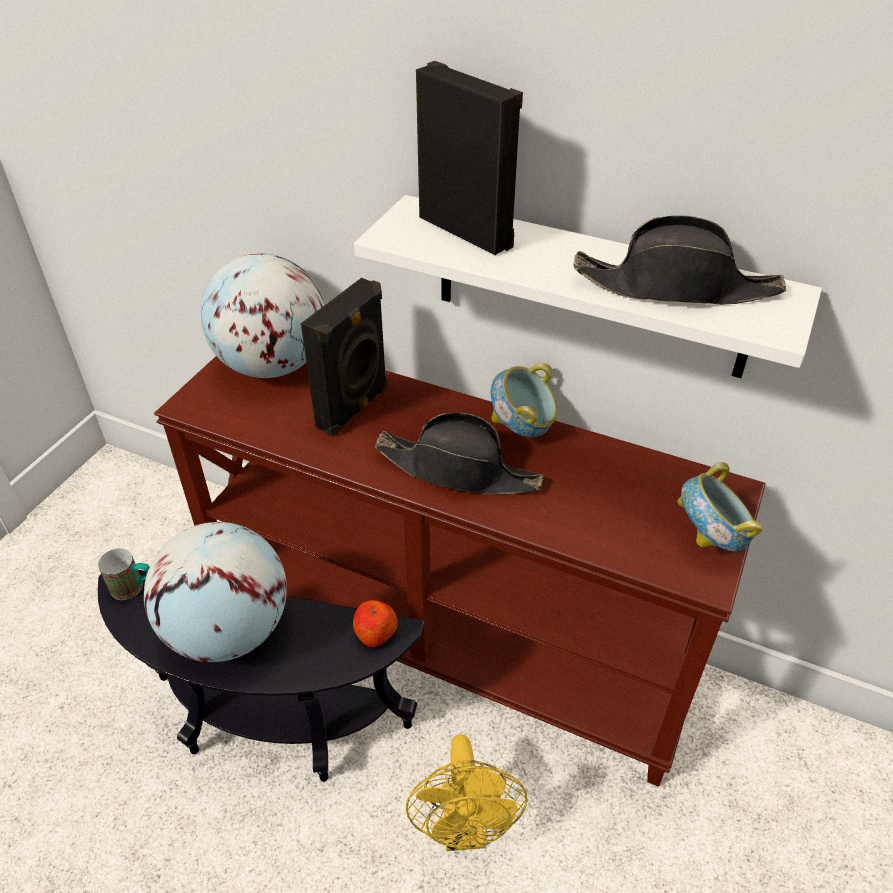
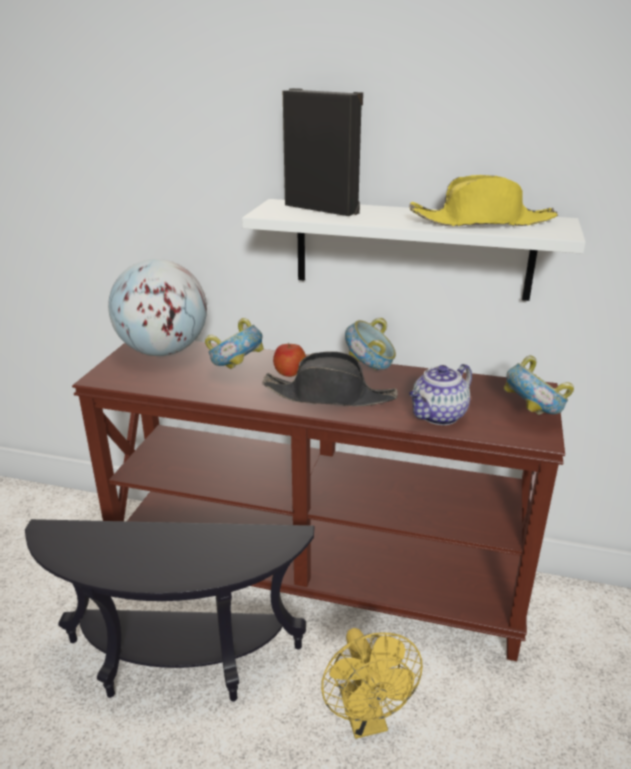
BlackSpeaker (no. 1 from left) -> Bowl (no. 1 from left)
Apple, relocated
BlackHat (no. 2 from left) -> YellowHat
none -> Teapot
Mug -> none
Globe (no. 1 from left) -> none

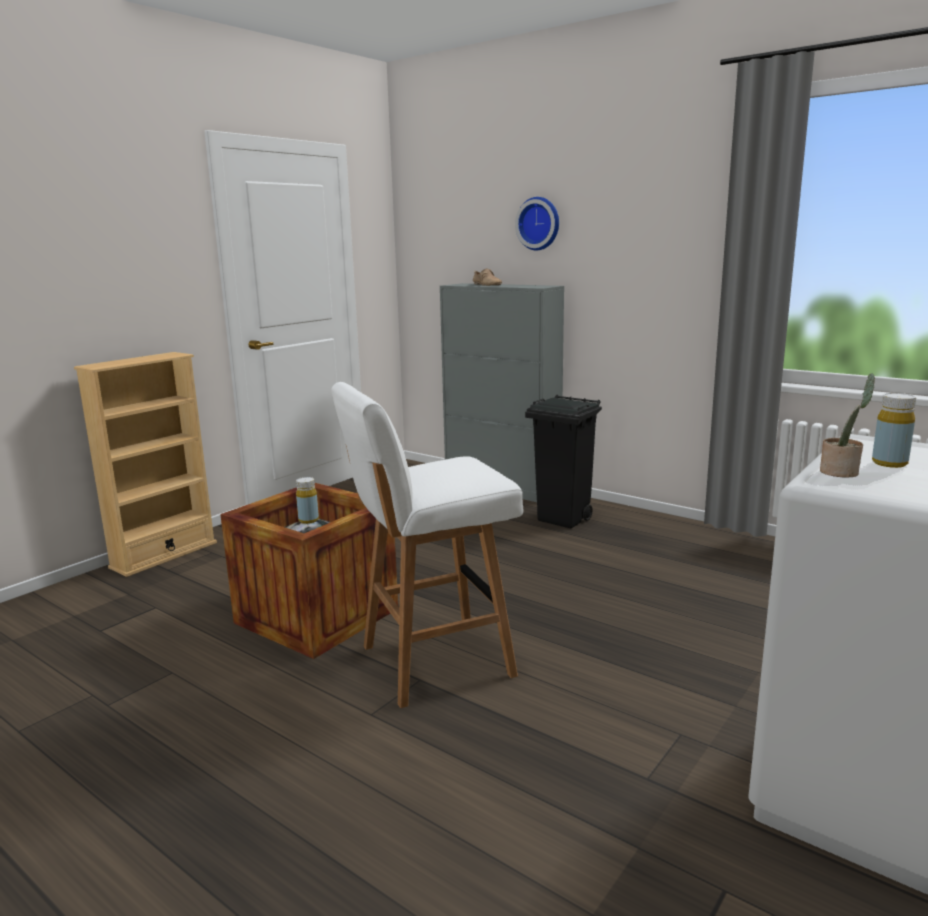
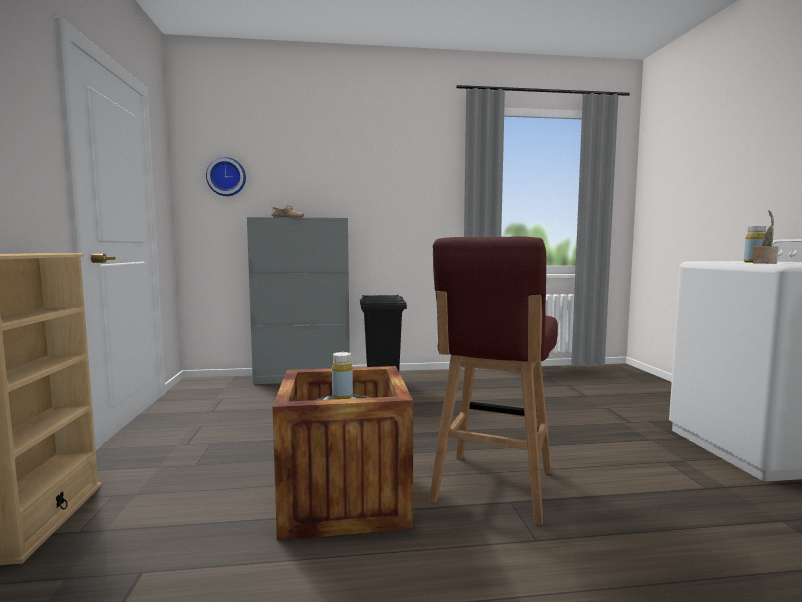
WallClock, relocated
WhiteStool -> RedStool

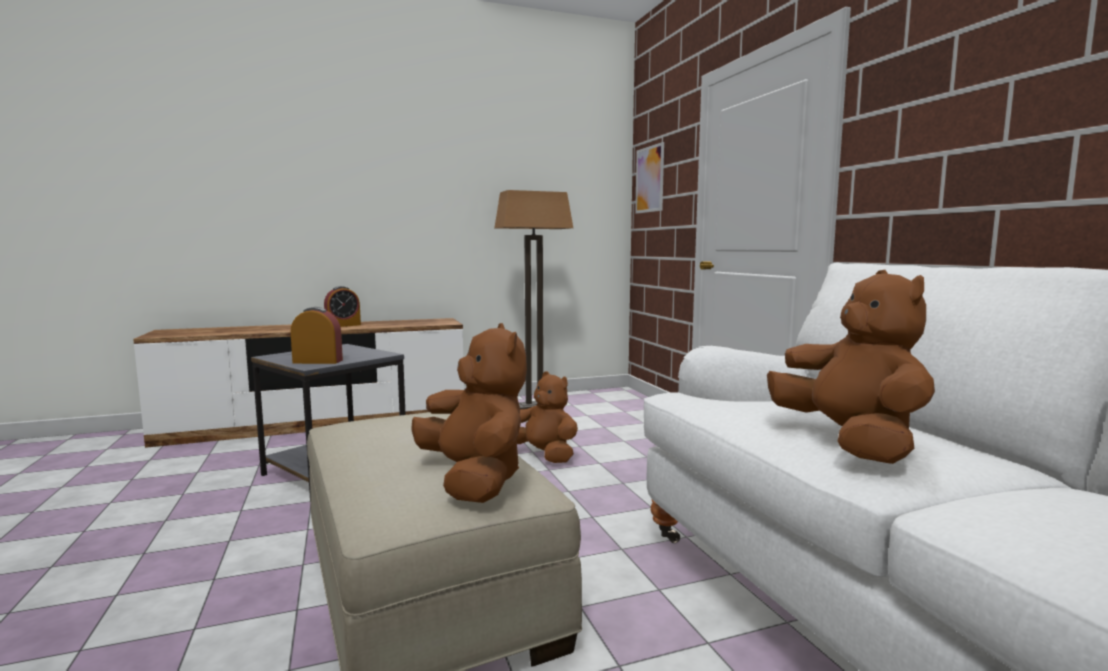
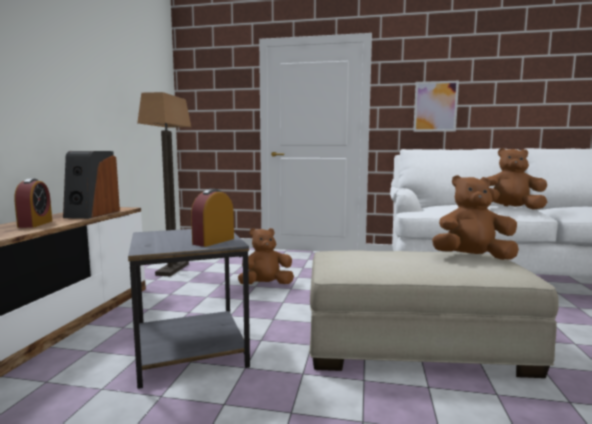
none -> Speaker
Picture, relocated

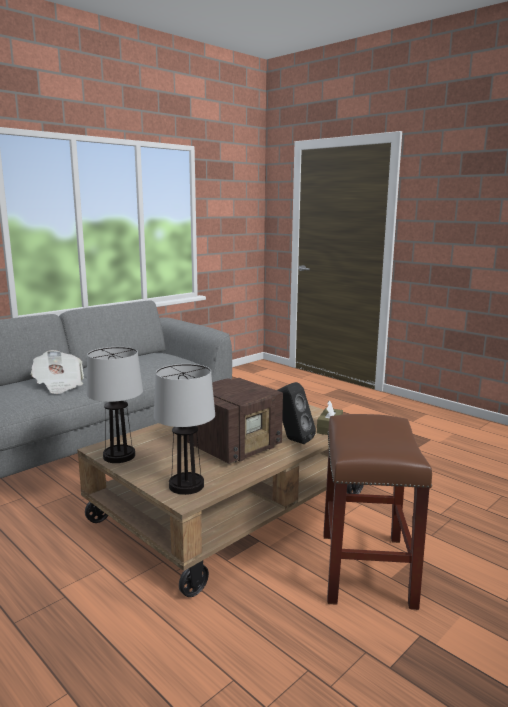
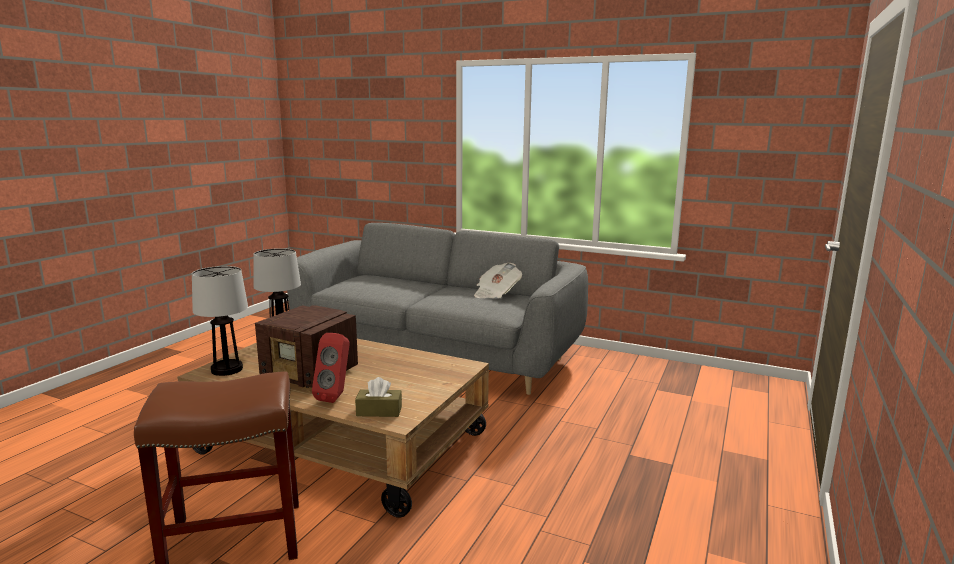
BlackSpeaker -> RedSpeaker
Newspaper, relocated

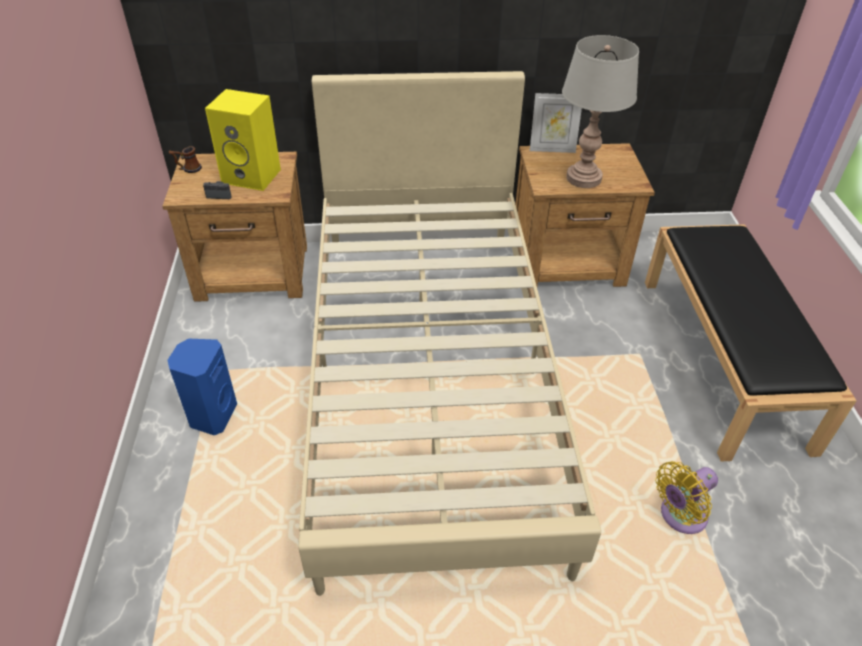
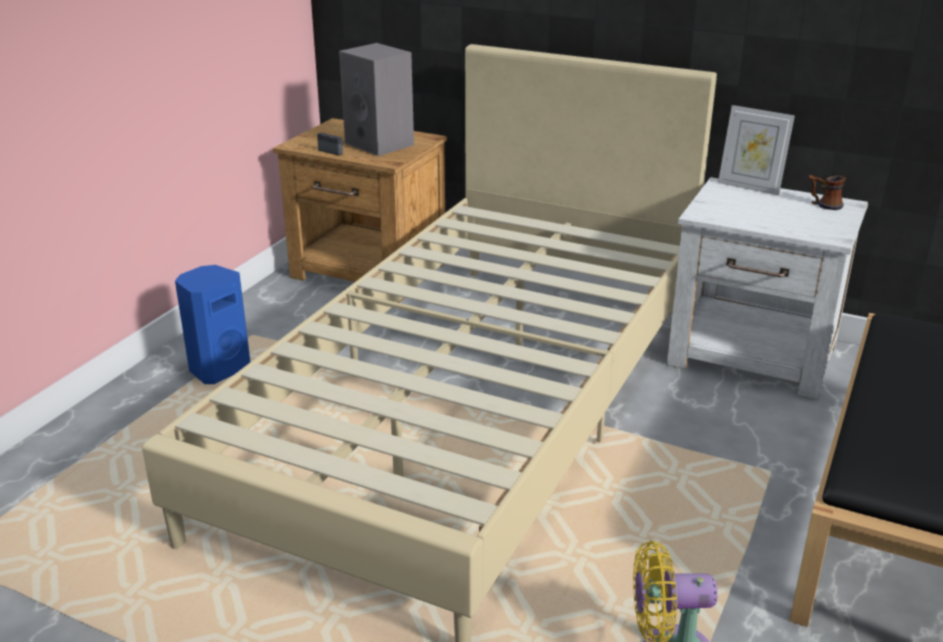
YellowSpeaker -> GreySpeaker
BrownNightstand (no. 2 from left) -> WhiteNightstand
Mug, relocated
GreyTableLamp -> none

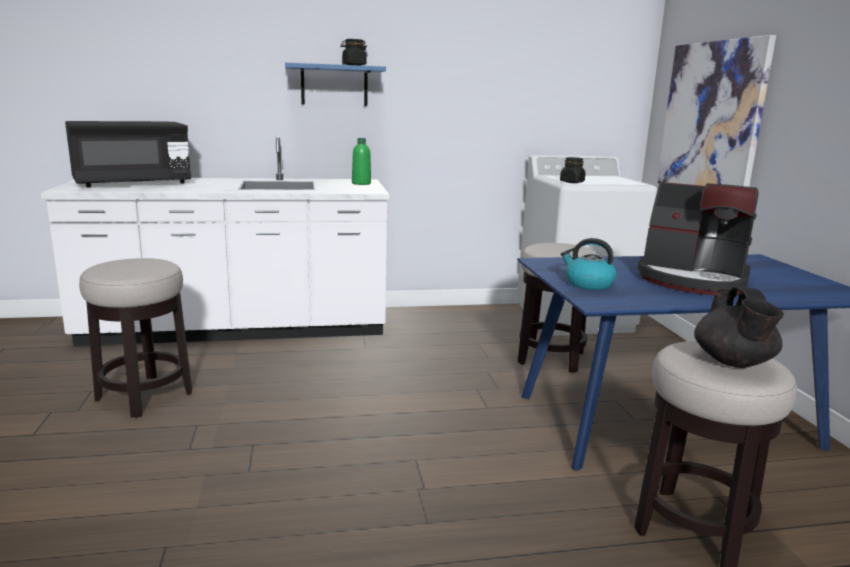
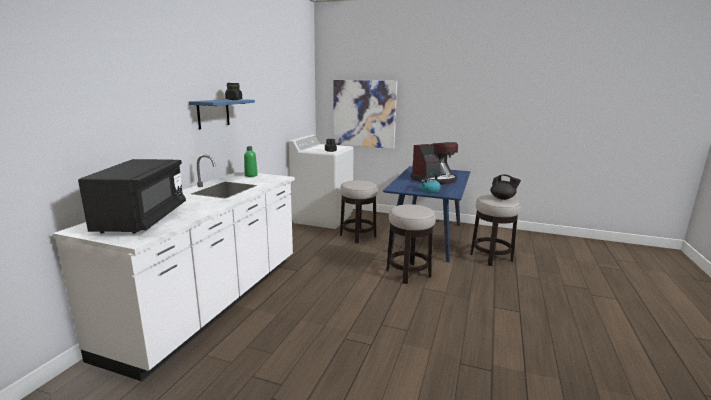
Stool (no. 1 from left in the first image) -> Stool (no. 2 from left), relocated

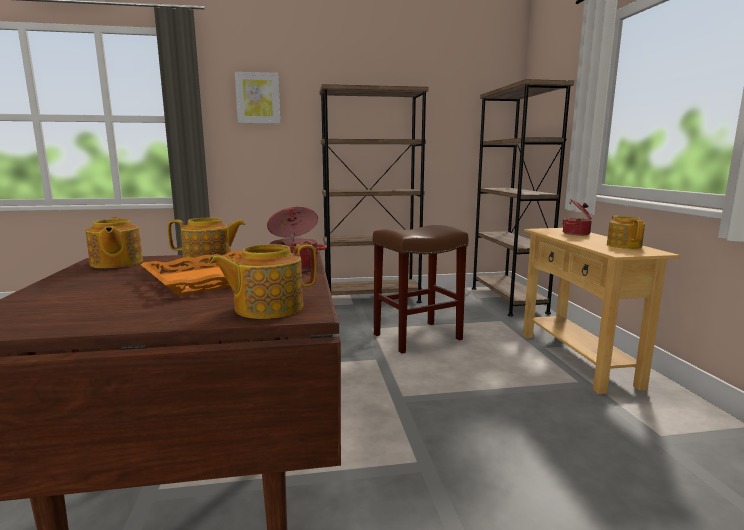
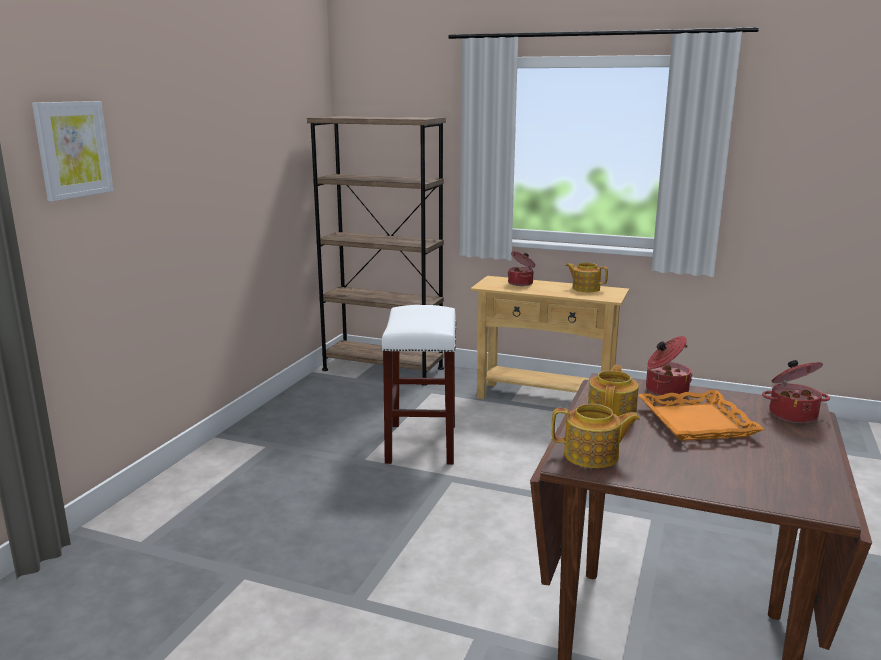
BrownStool -> WhiteStool
Teapot (no. 3 from left) -> CookingPot (no. 3 from left)
BrownBookcase (no. 1 from left) -> none

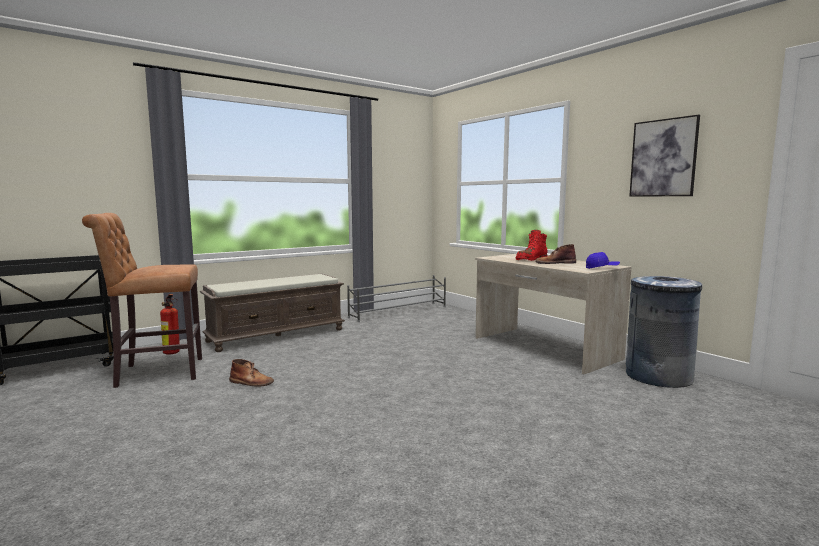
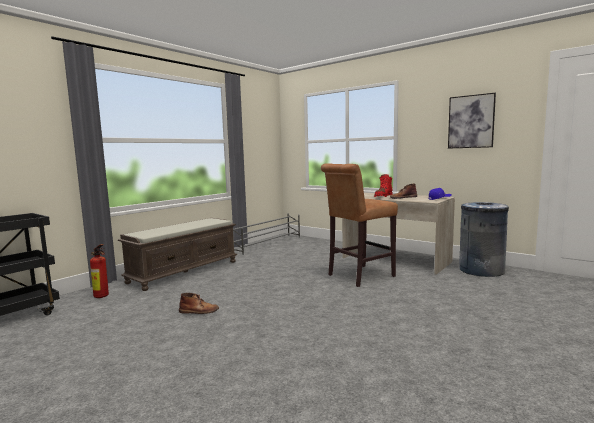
BrownStool, relocated

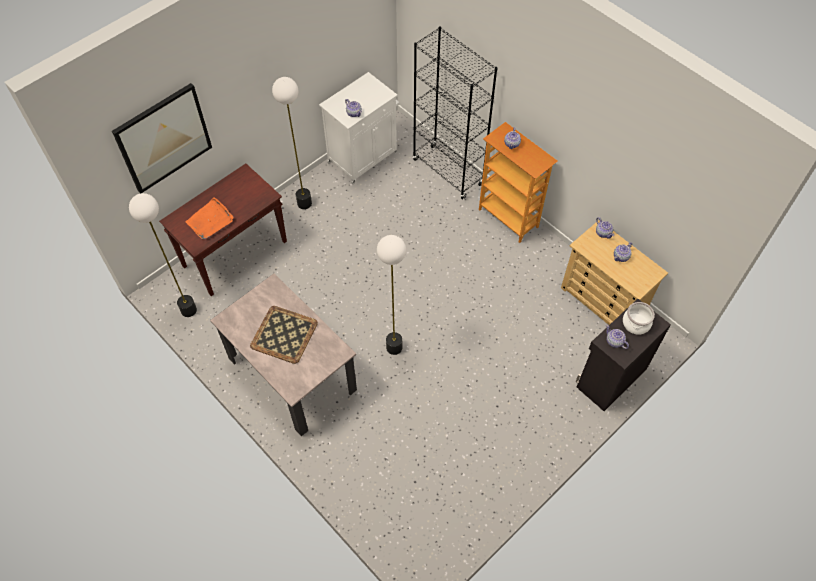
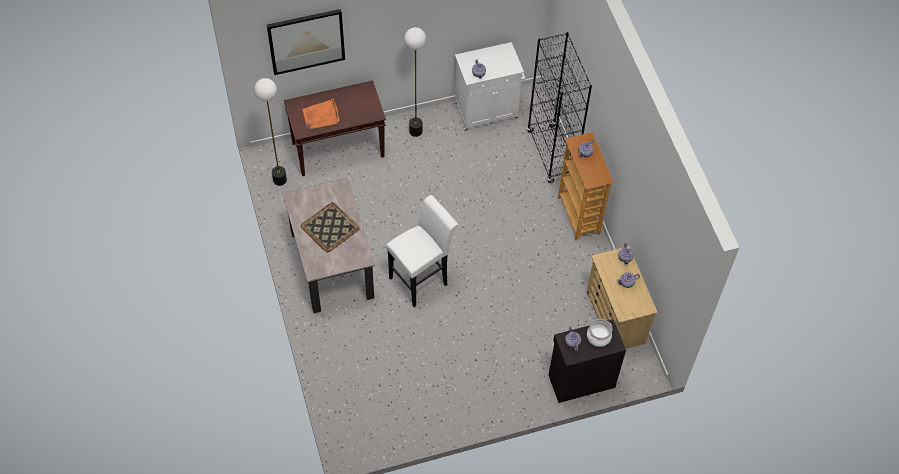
FloorLamp (no. 3 from left) -> WhiteStool

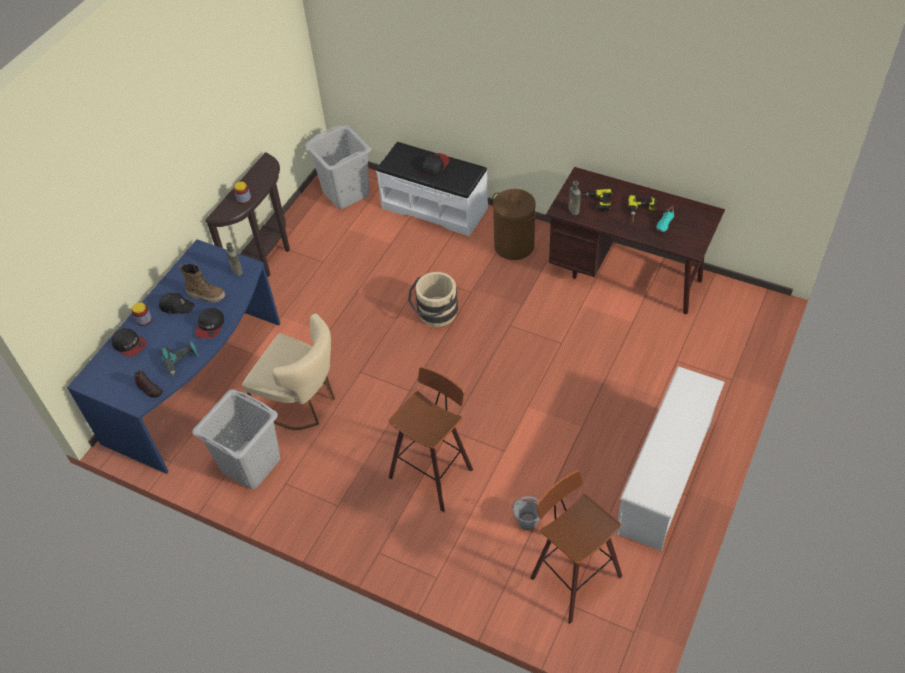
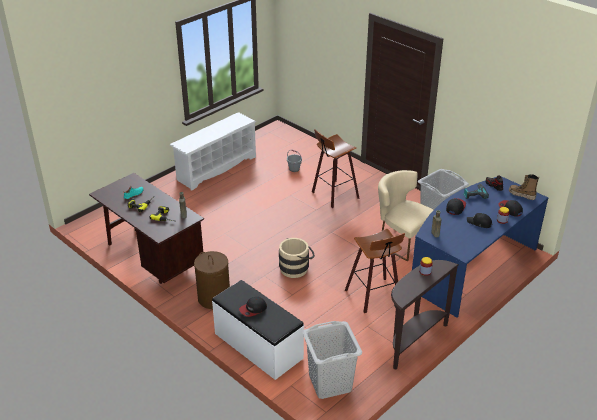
Stool (no. 2 from left), relocated
Boot, relocated

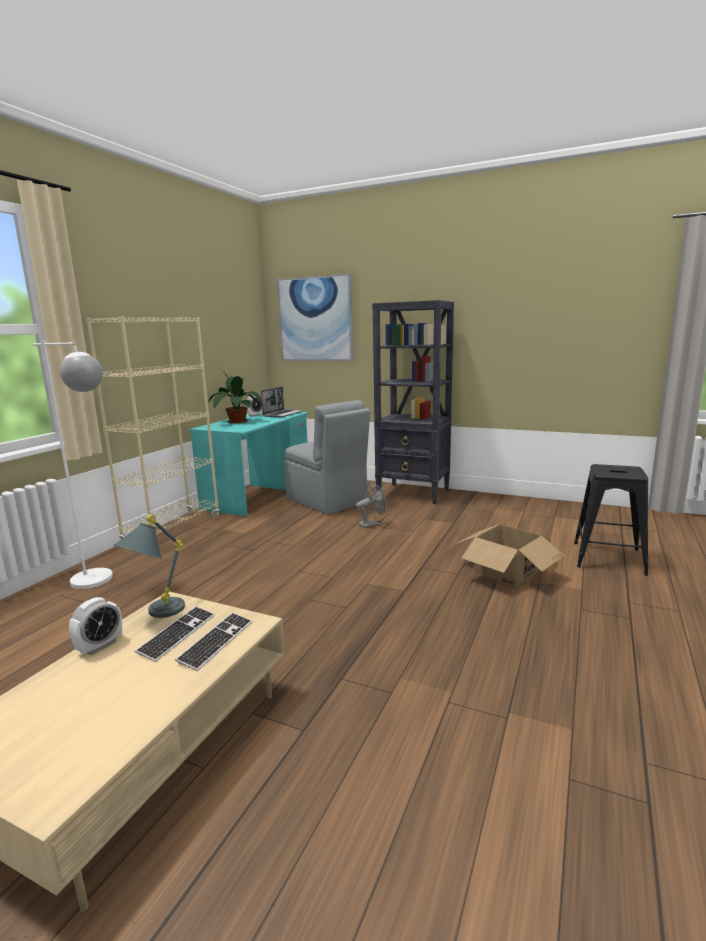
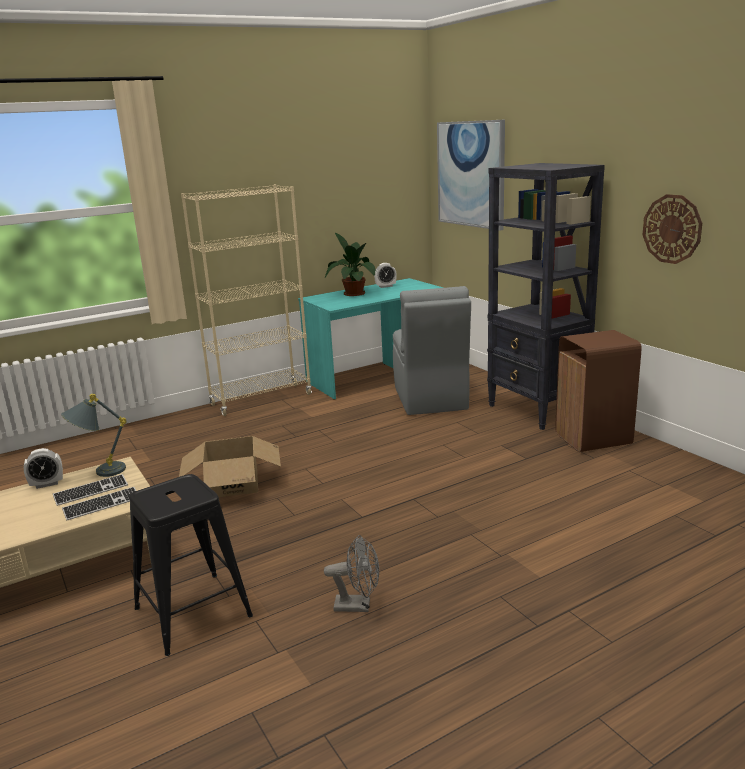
BlackStool, relocated
CardboardBox, relocated
GreyFan, relocated
none -> BrownTrashCan
none -> WallClock
WhiteFloorLamp -> none
Laptop -> none

